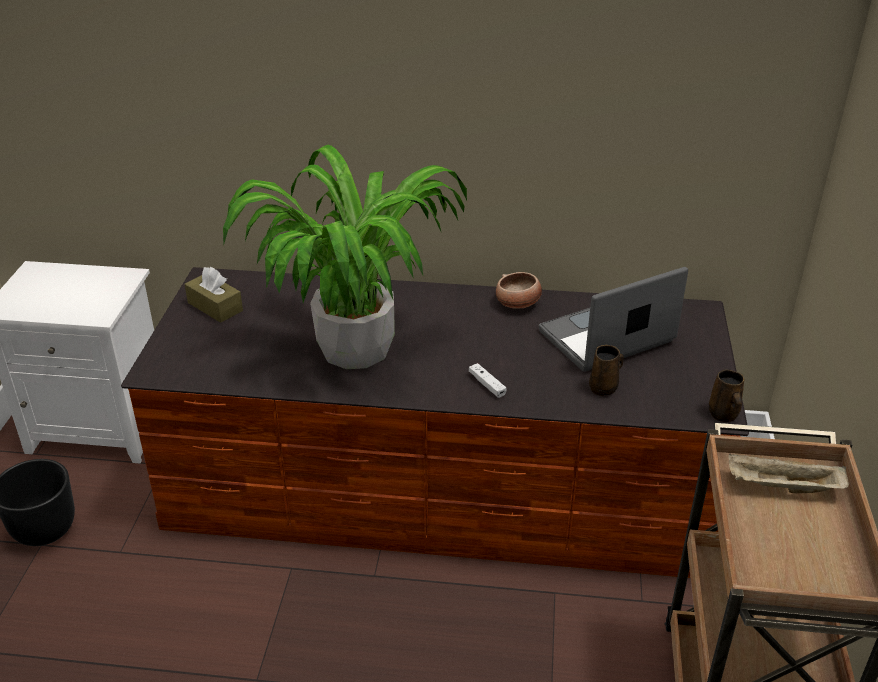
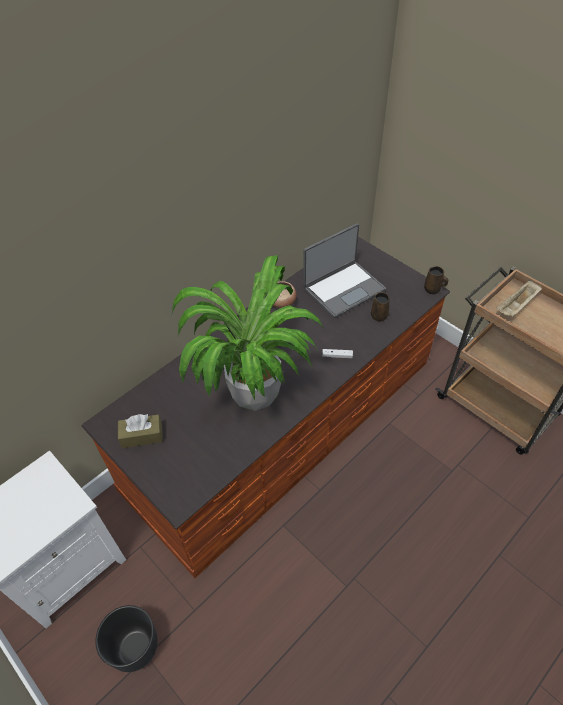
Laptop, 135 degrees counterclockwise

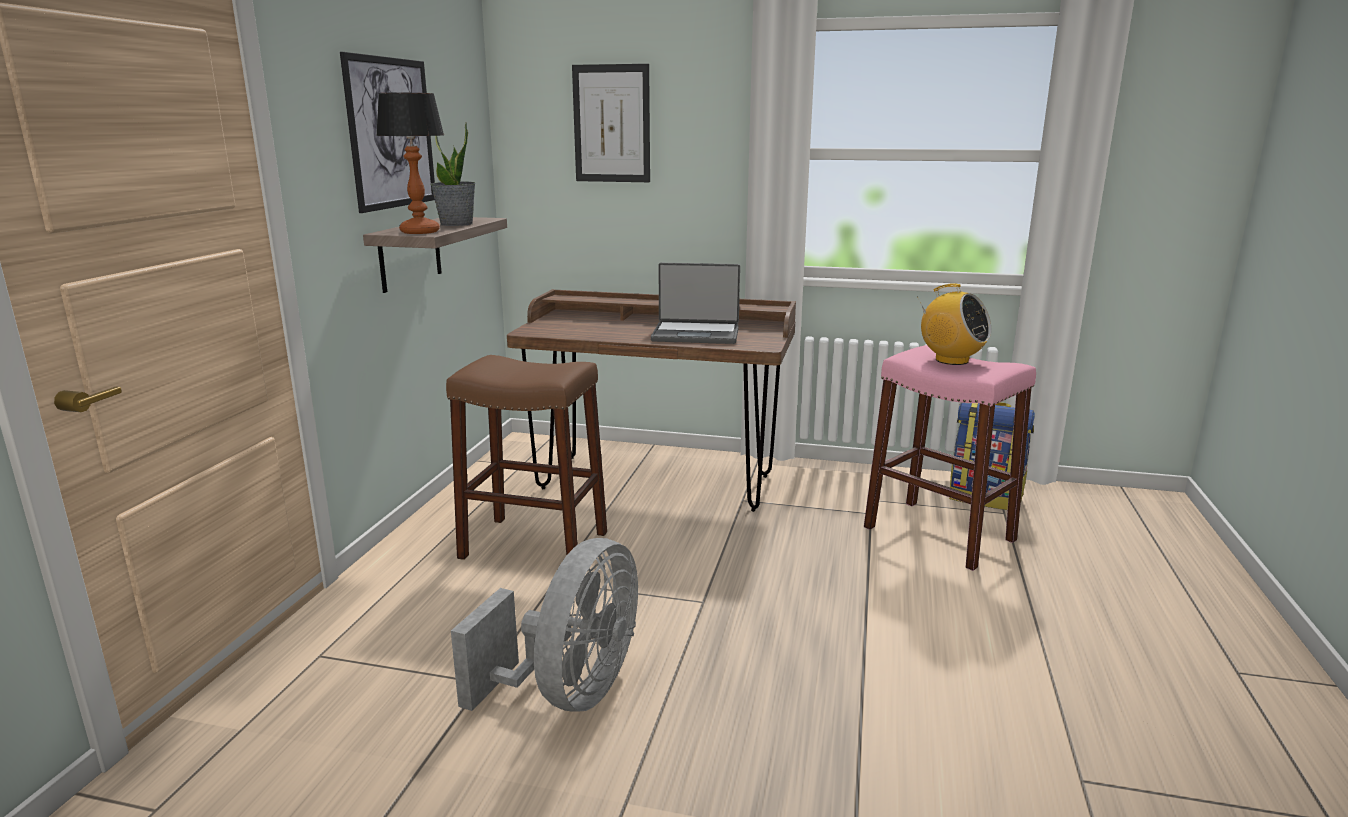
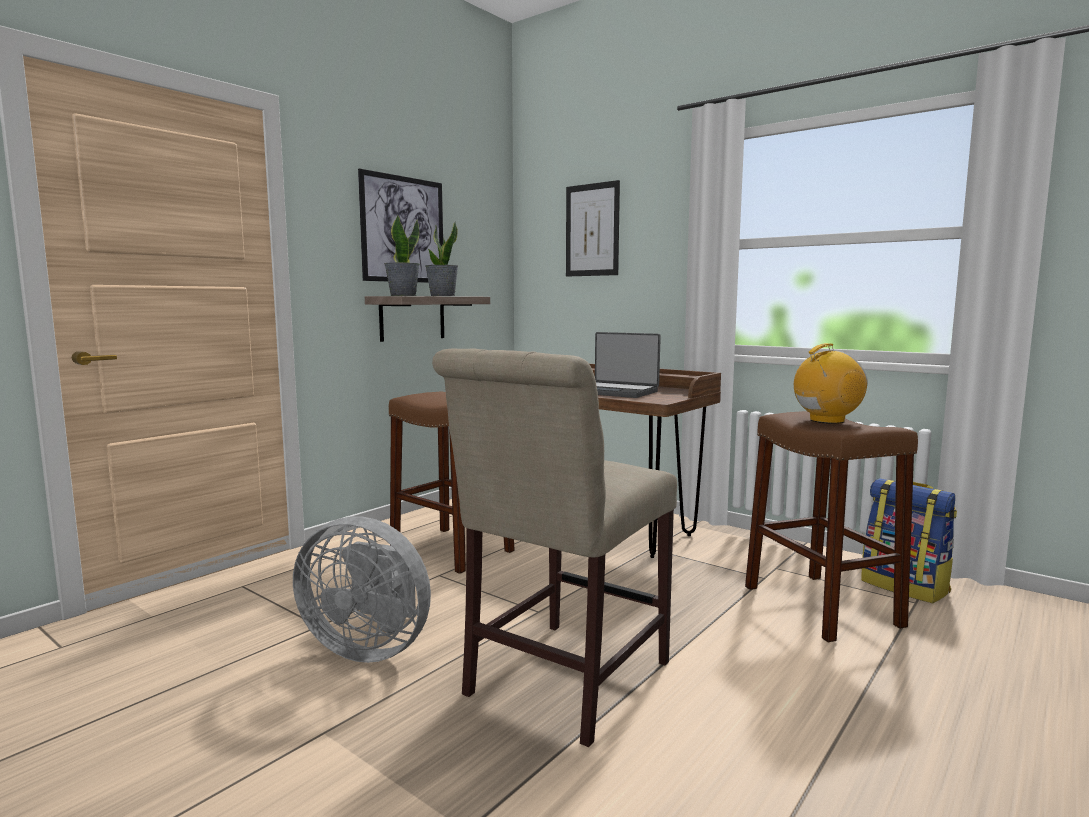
GreyFan, 60 degrees clockwise
TableLamp -> PottedPlant (no. 1 from left)
none -> BeigeChair
PinkStool -> BrownStool (no. 2 from left)
Radio, 90 degrees counterclockwise

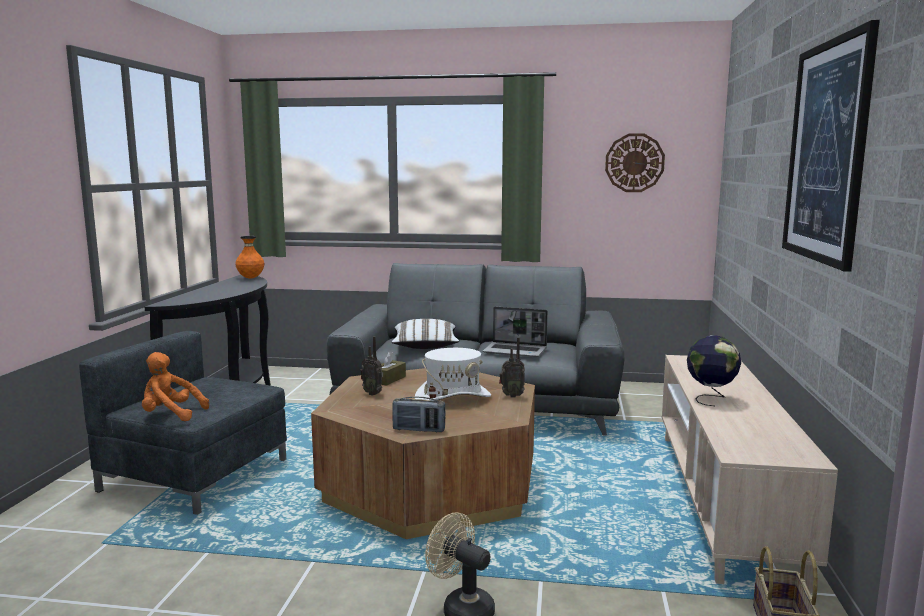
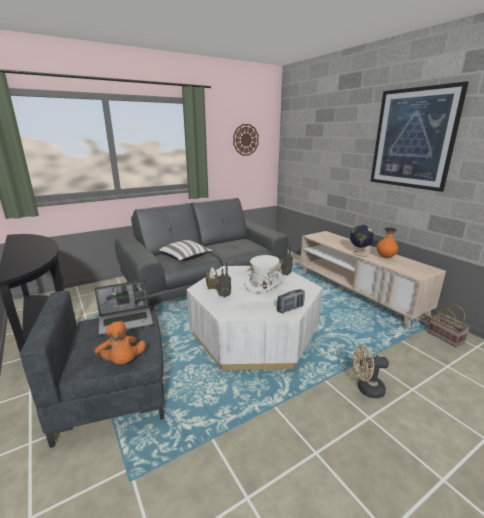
Laptop, relocated
OrangePlushToy, 90 degrees counterclockwise
BrownCoffeeTable -> WhiteCoffeeTable
OrangeVase, relocated

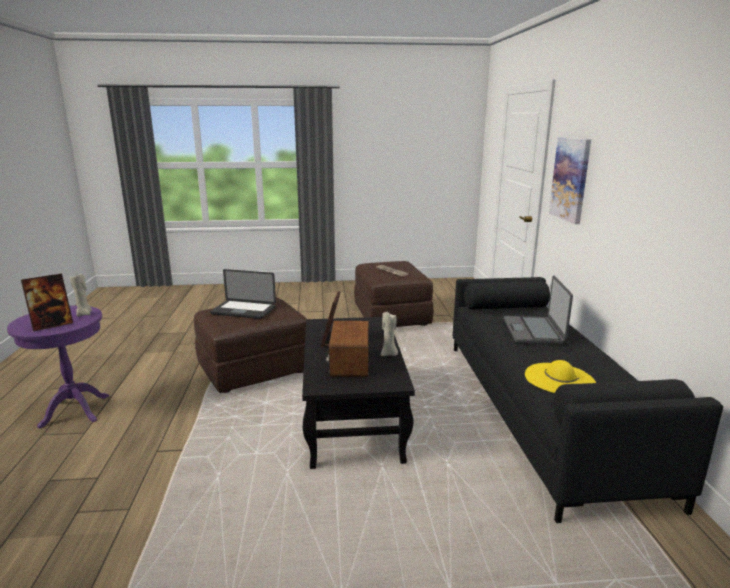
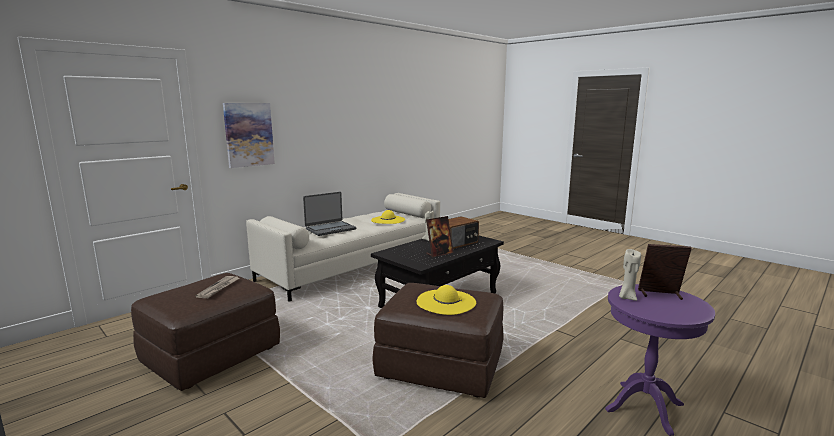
BlackSofa -> BeigeSofa
Laptop (no. 1 from left) -> YellowHat (no. 2 from left)

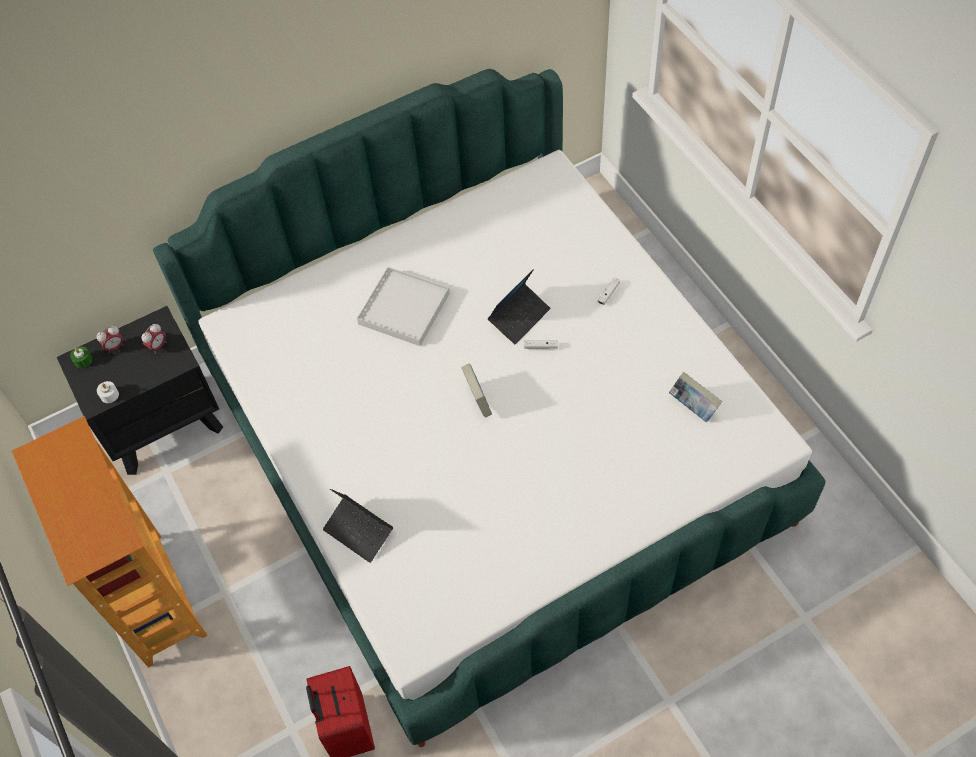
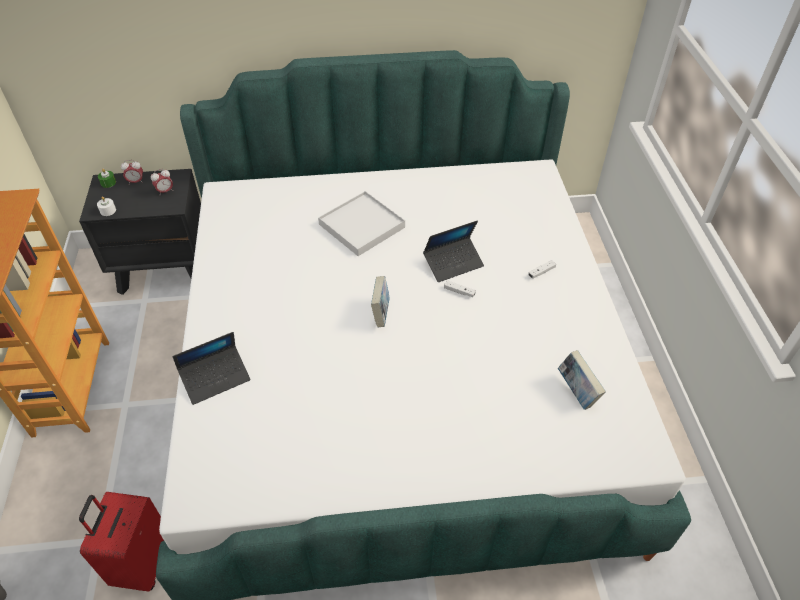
Laptop (no. 1 from left), 90 degrees counterclockwise

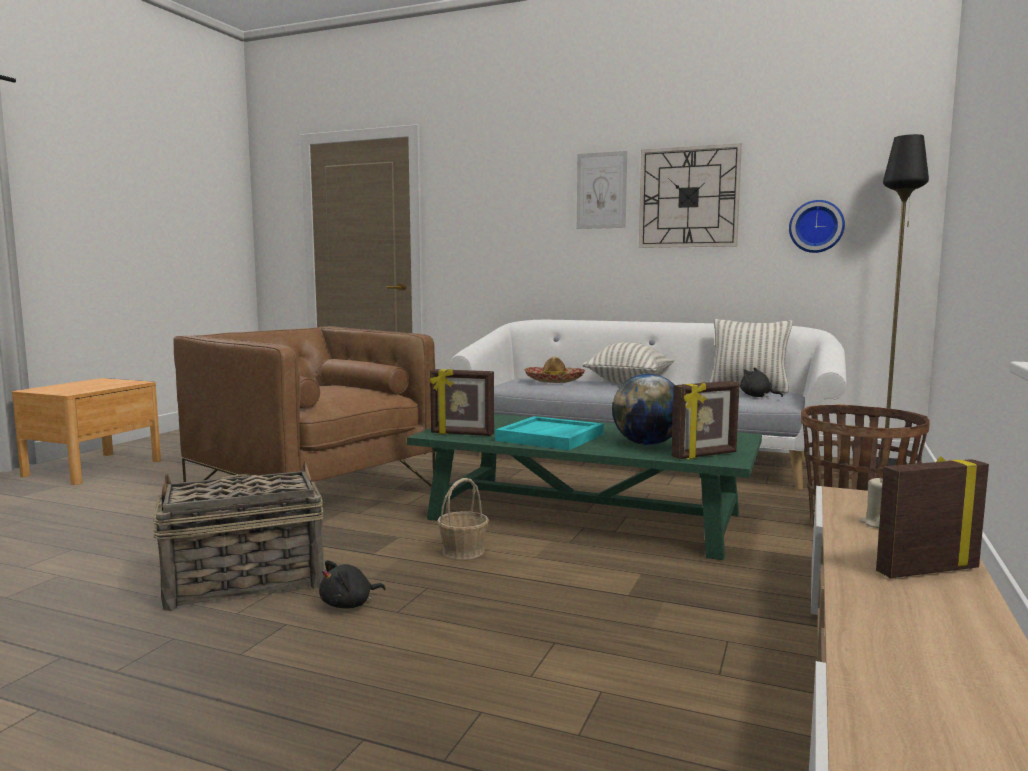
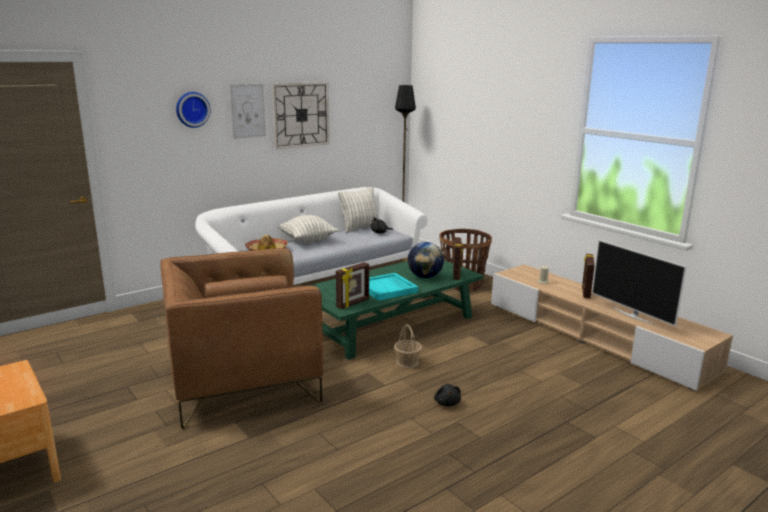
WallClock (no. 2 from left in the first image) -> WallClock (no. 1 from left), relocated
none -> Television
Basket (no. 1 from left) -> none

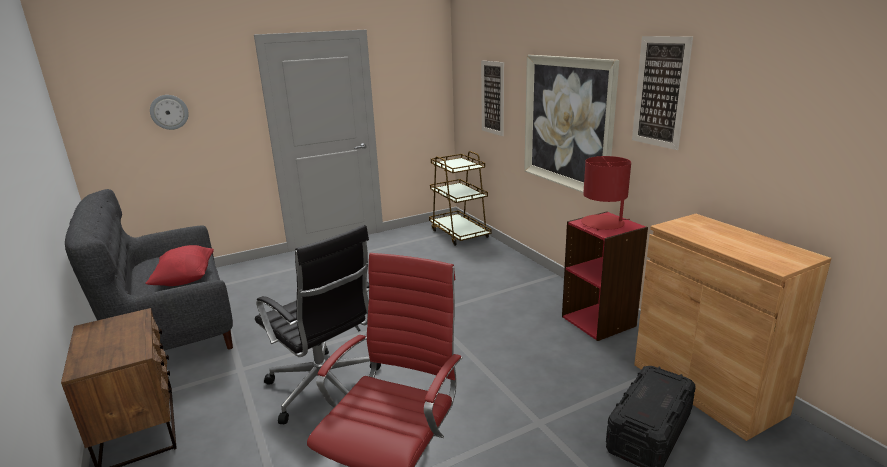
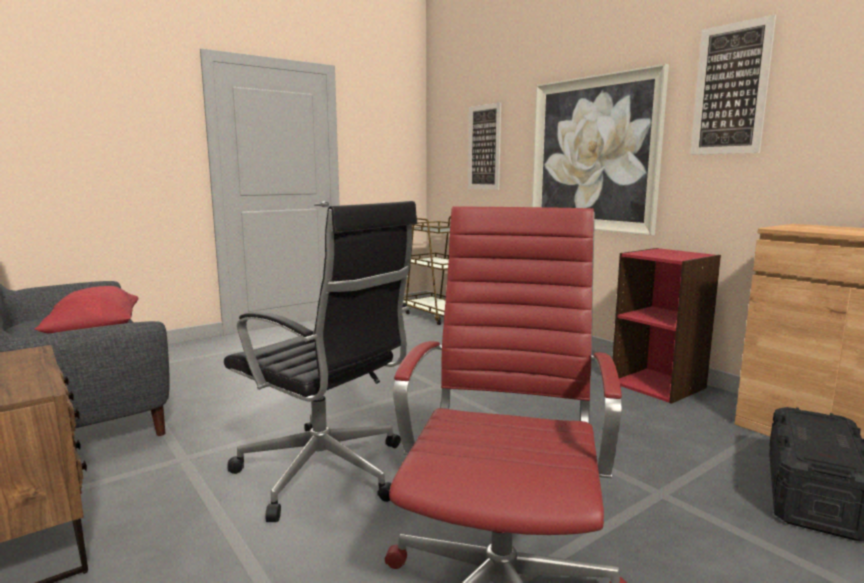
WallClock -> none
RedTableLamp -> none

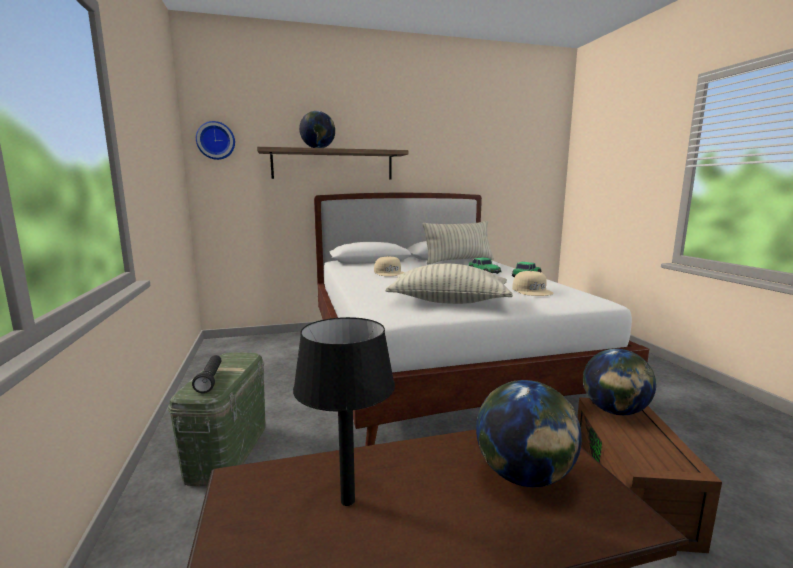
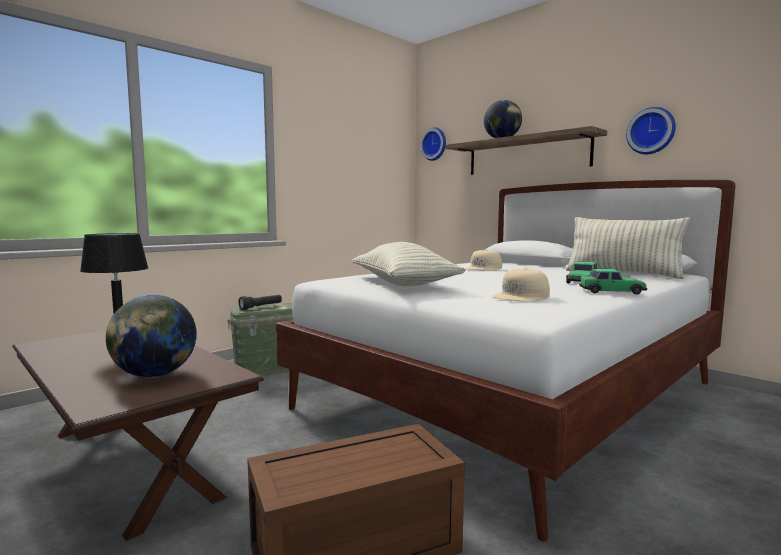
none -> WallClock (no. 2 from left)
Globe (no. 3 from left) -> none

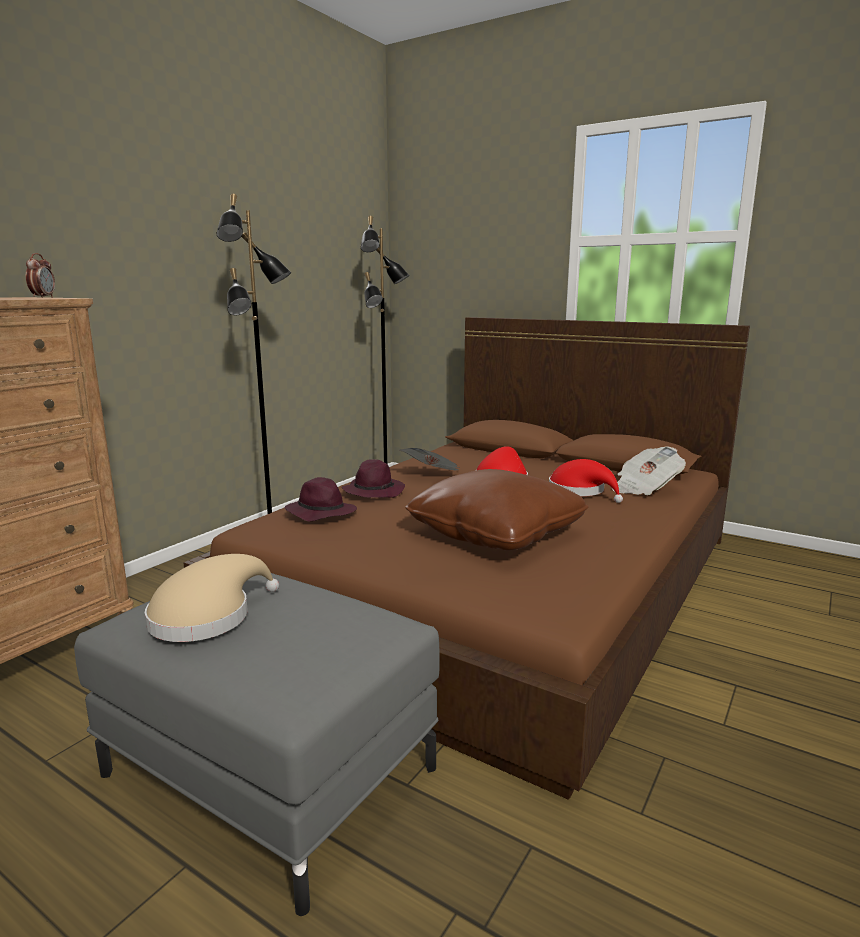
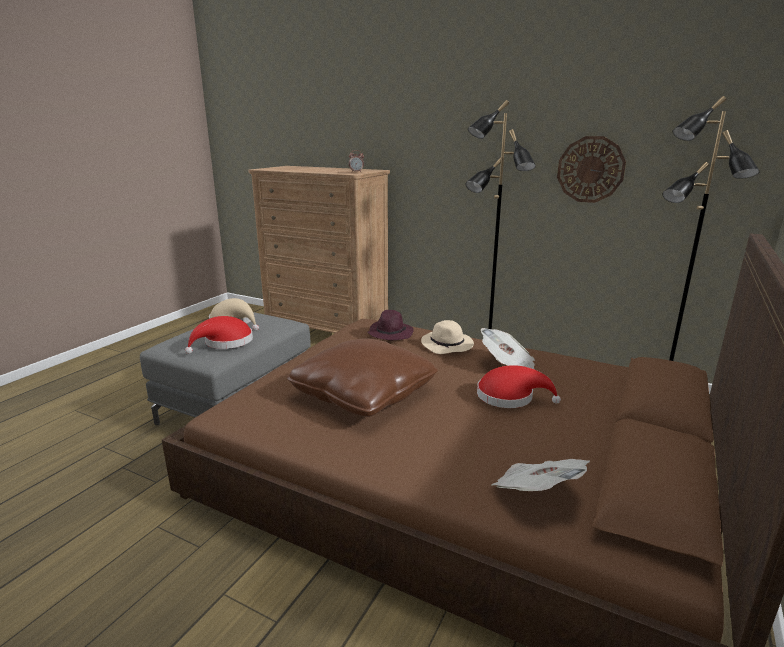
RedHat (no. 2 from left in the first image) -> RedHat (no. 1 from left), relocated
PurpleHat (no. 2 from left) -> BeigeHat (no. 2 from left)
none -> WallClock

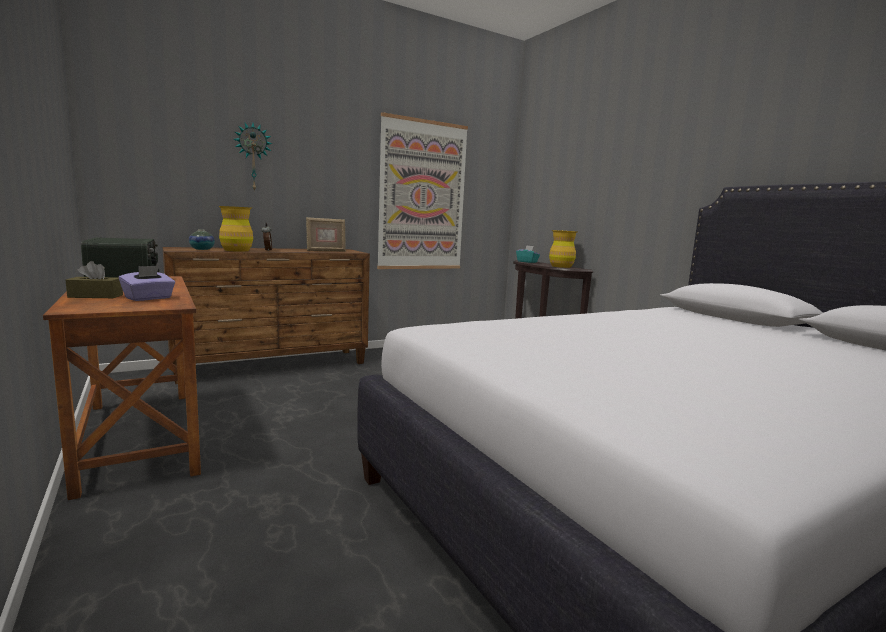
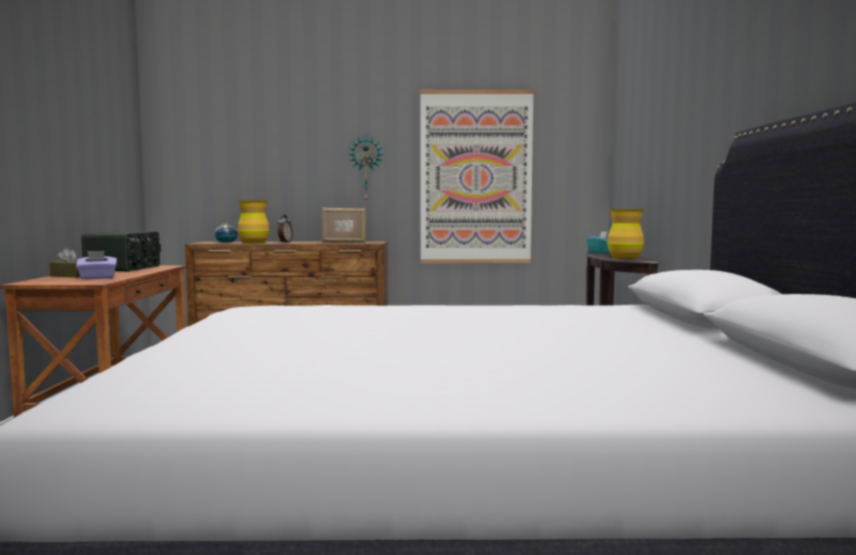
WallClock, relocated

